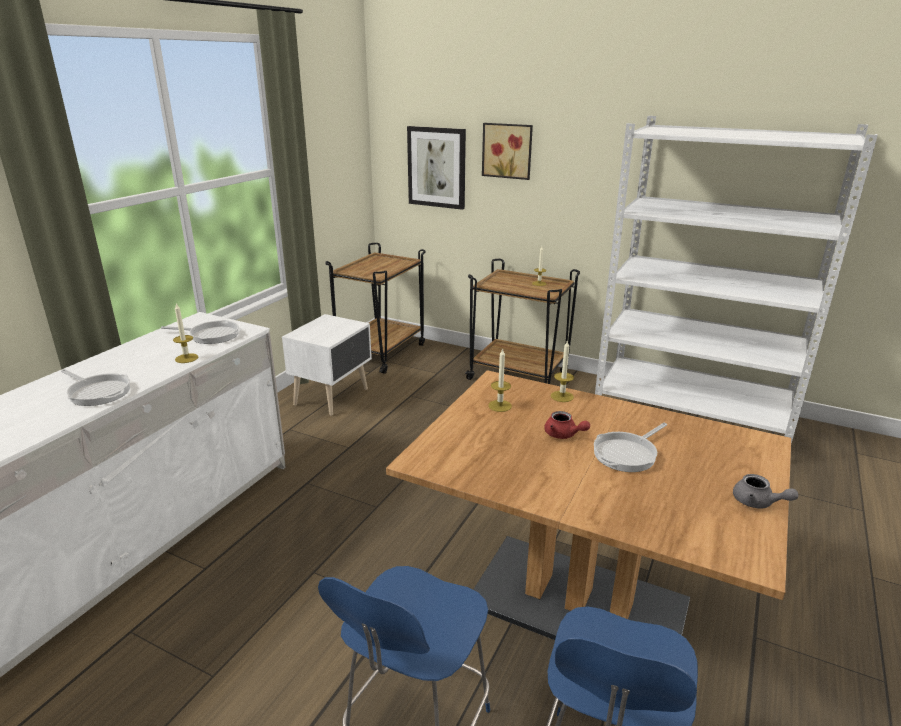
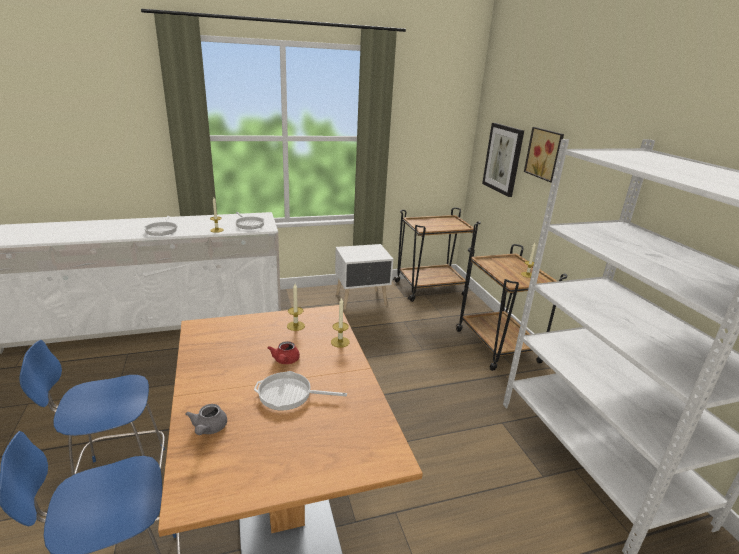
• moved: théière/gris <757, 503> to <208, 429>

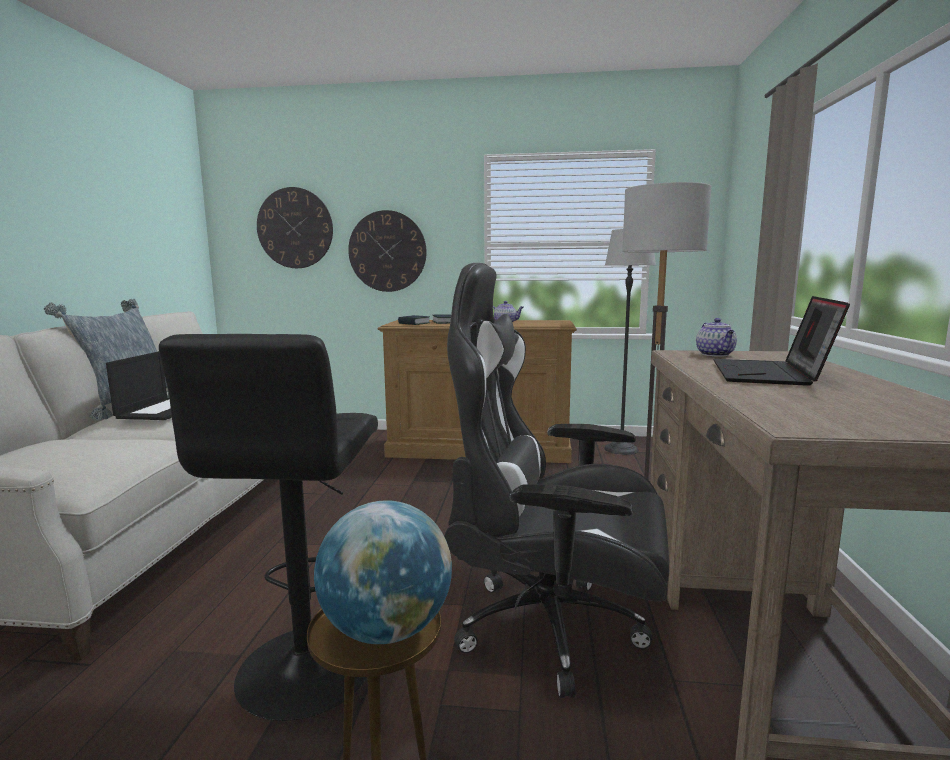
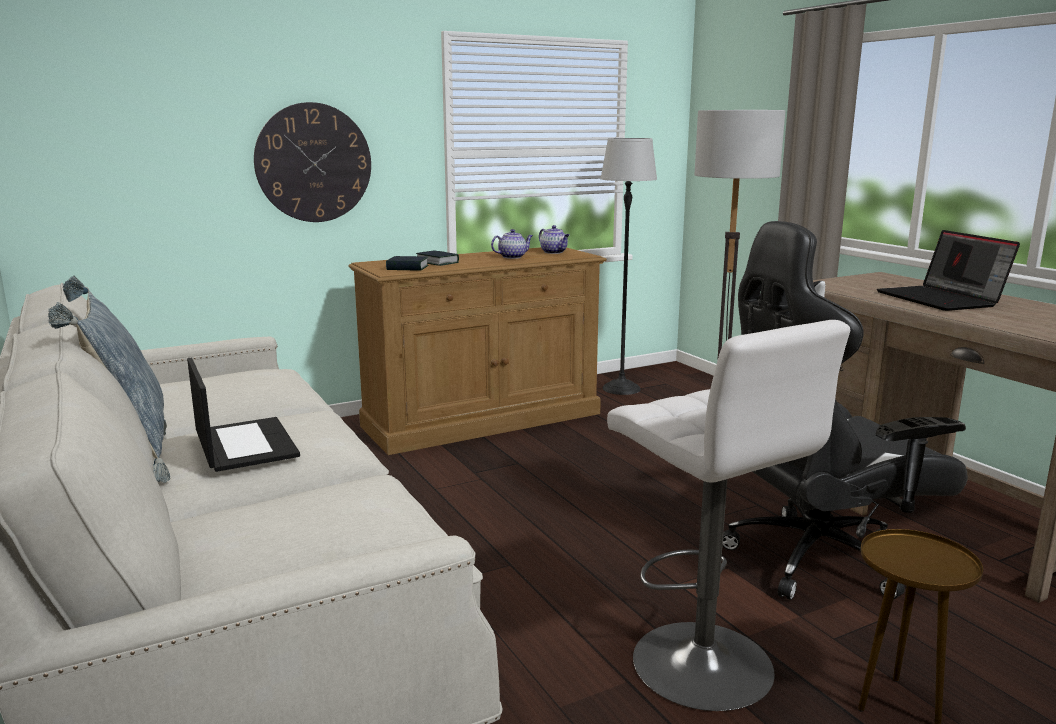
• moved: théière <715, 354> to <554, 252>
• recoloured: tabouret/noir <303, 670> to tabouret/blanc <702, 666>
• removed: horloge murale <295, 228>
• removed: globe <387, 630>

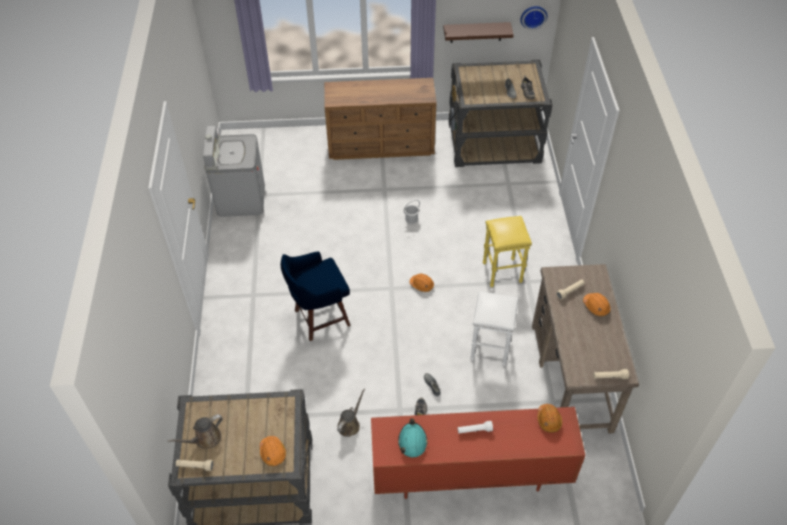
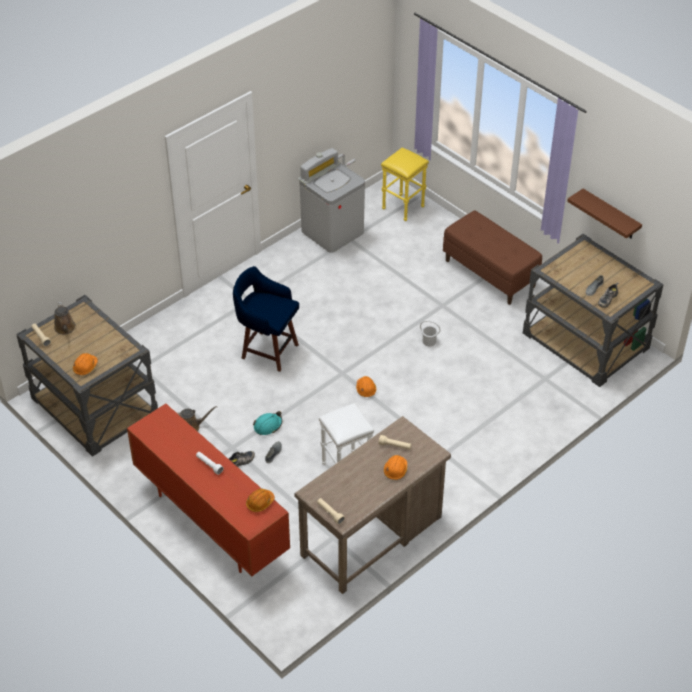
• turned: arrosoir/marron <205, 439> = <65, 329> 120 degrees counterclockwise
• moved: casque de chantier/turquoise <412, 441> to <268, 426>
• moved: tabouret/jaune <501, 273> to <402, 207>
• replaced: commode/marron <381, 145> to banc/marron <490, 273>
• removed: horloge murale <533, 16>

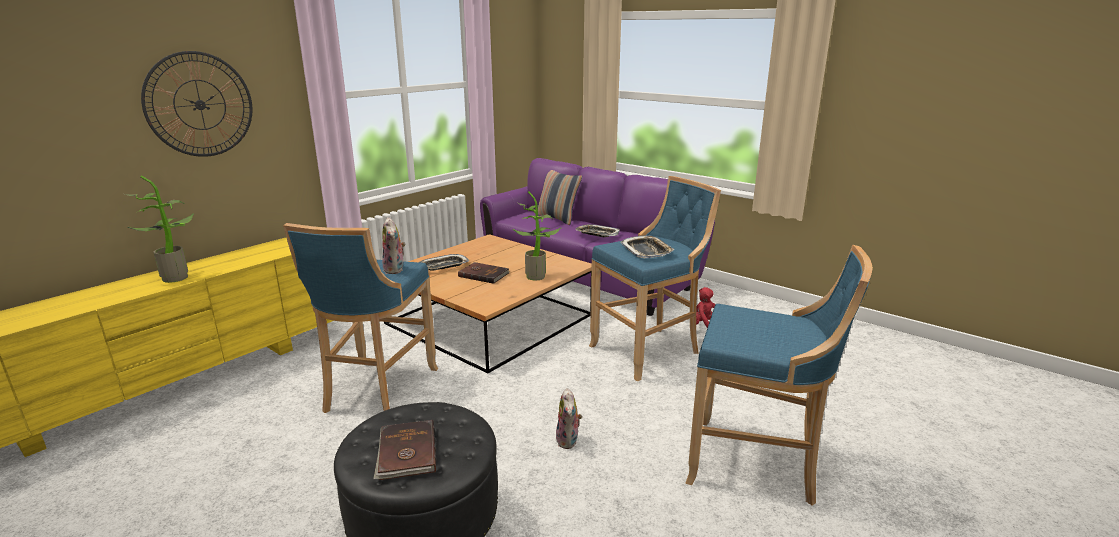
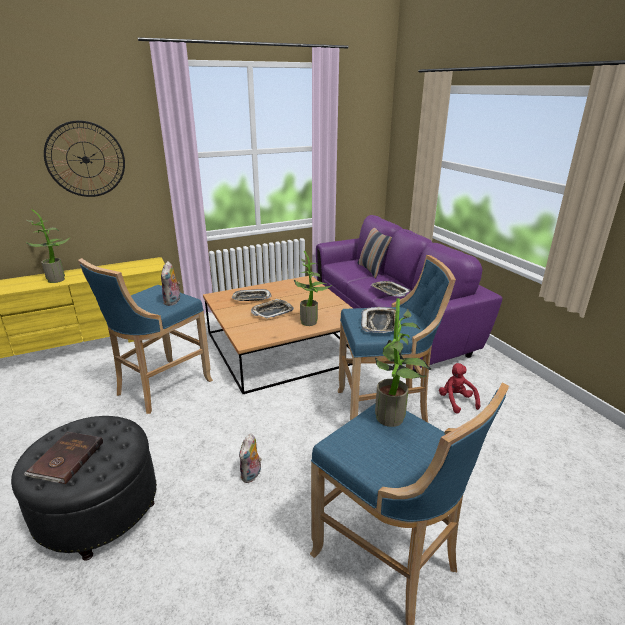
• replaced: livre/marron <483, 274> to plateau <272, 312>
• added: plante en pot <394, 419>

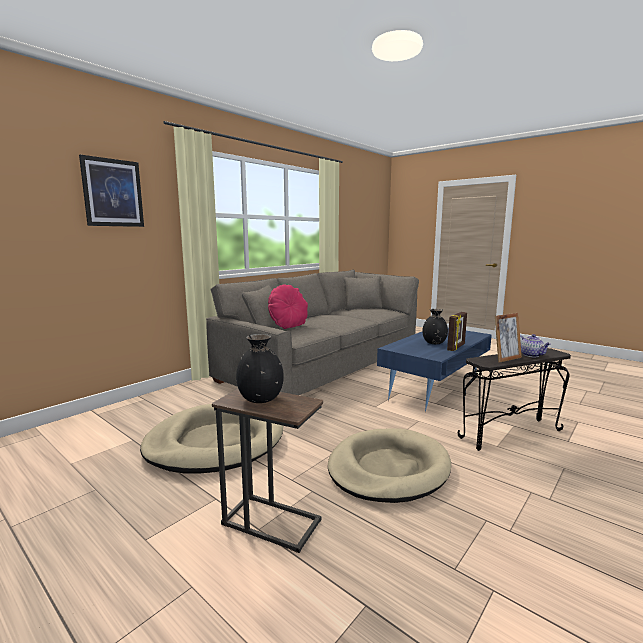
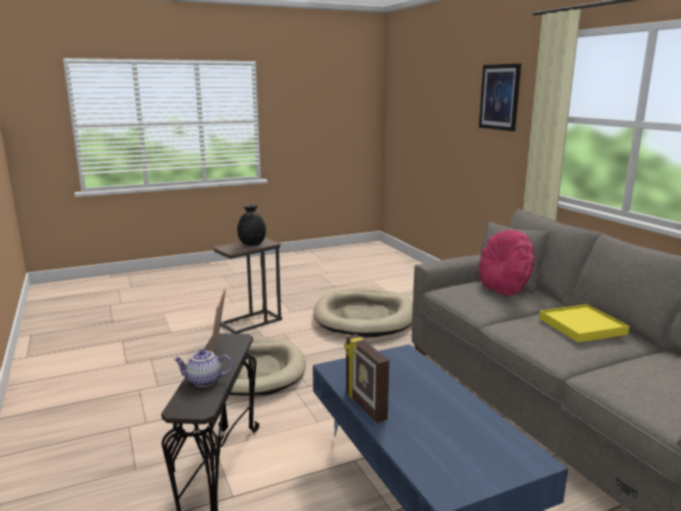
• added: plateau/jaune <582, 326>
• removed: vase/noir <434, 343>

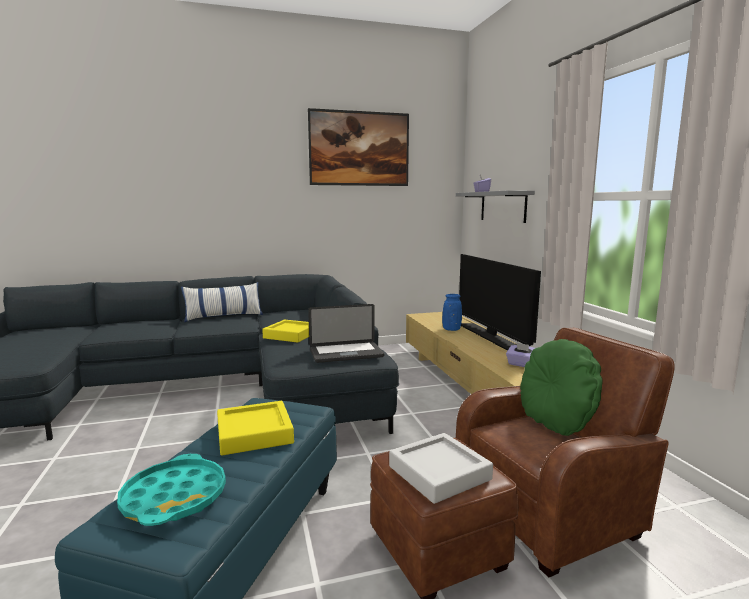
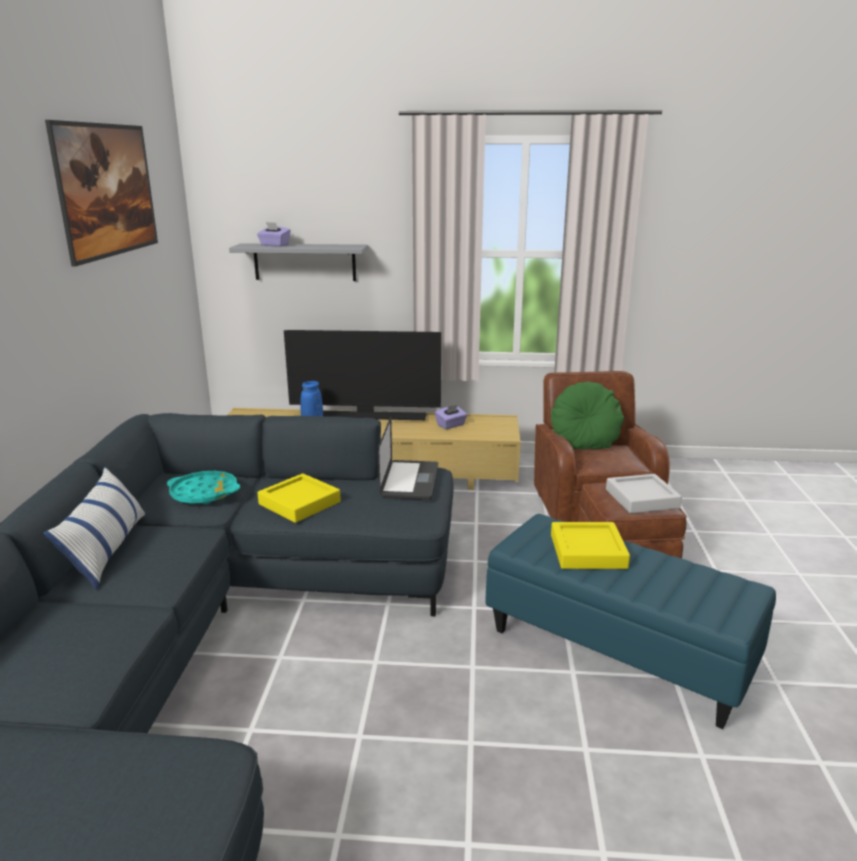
• moved: plateau/turquoise <174, 498> to <204, 493>

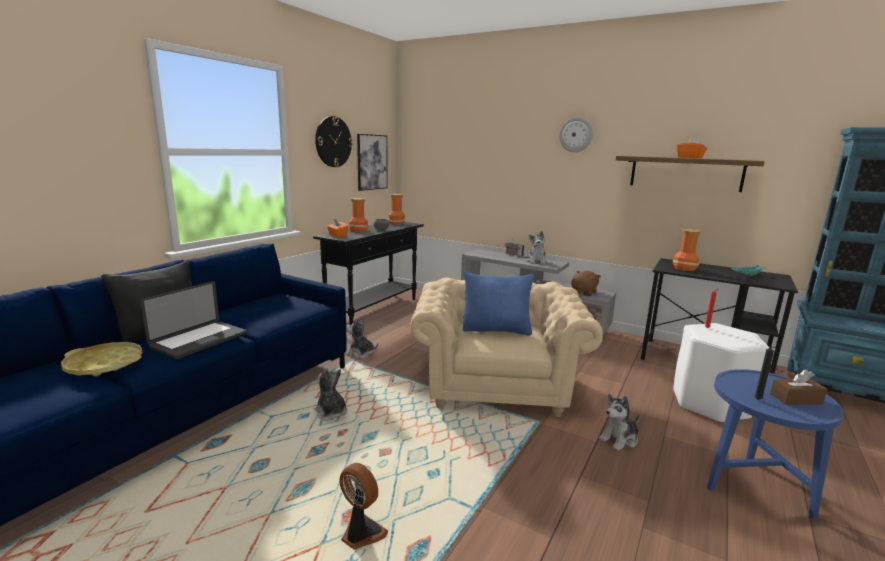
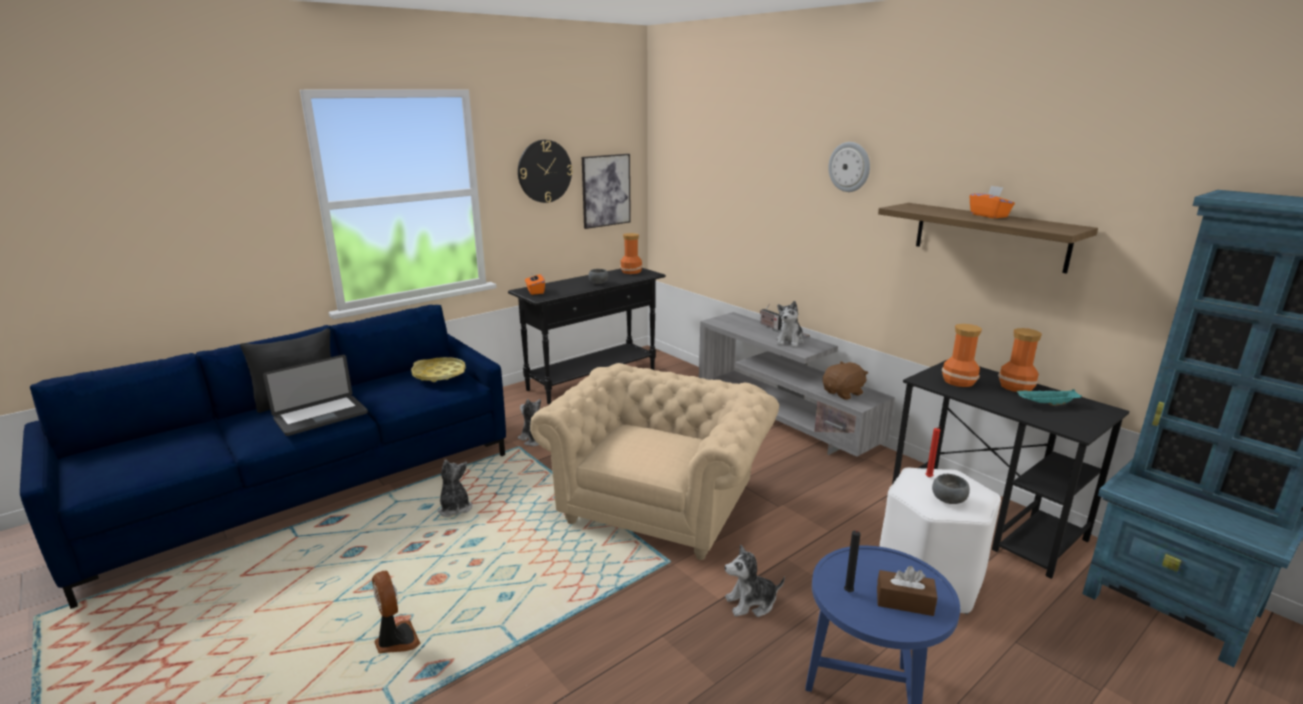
• moved: plateau/jaune <104, 364> to <439, 374>
• added: bol/gris <949, 500>
• moved: vase <358, 230> to <1015, 387>
• removed: coussin/bleu <496, 330>

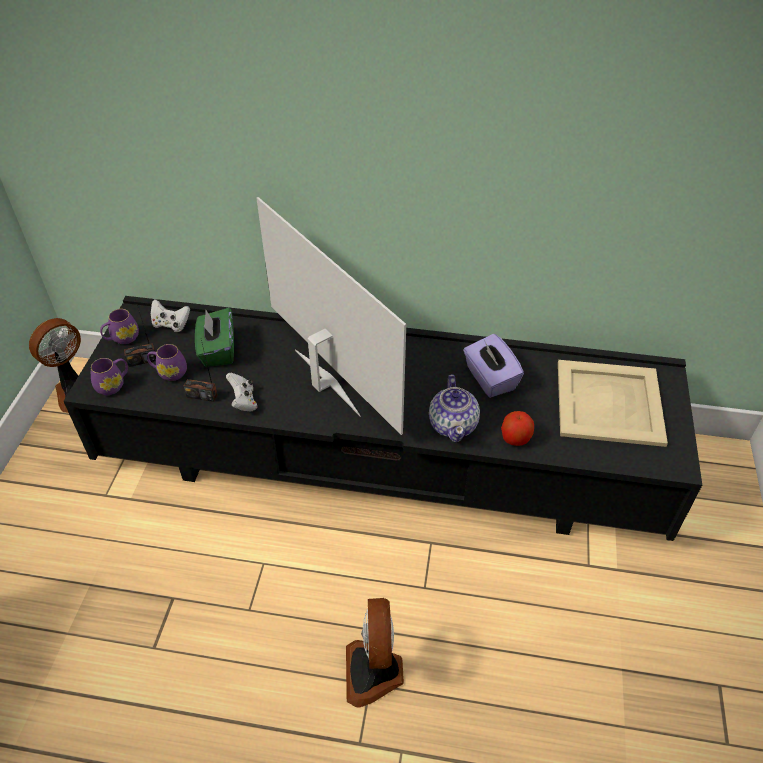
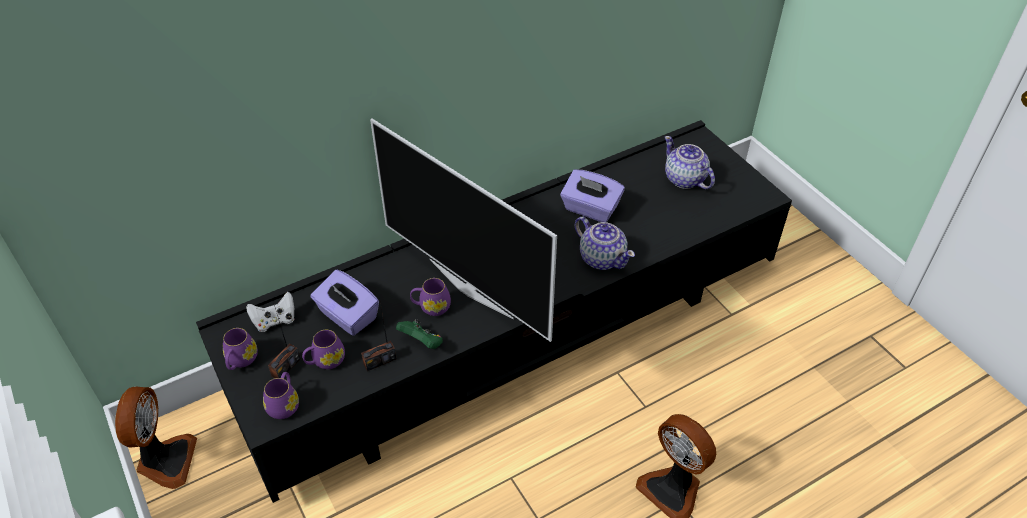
• recoloured: boîte à mouchoirs/vert <218, 350> to boîte à mouchoirs/violet <347, 316>
• turned: téléviseur <324, 383> = <471, 287> 150 degrees counterclockwise
• recoloured: manette/blanc <243, 401> to manette/vert <422, 342>
• added: mug/violet <431, 307>
• replaced: plateau/beige <608, 403> to théière <685, 179>
• removed: pomme <515, 439>

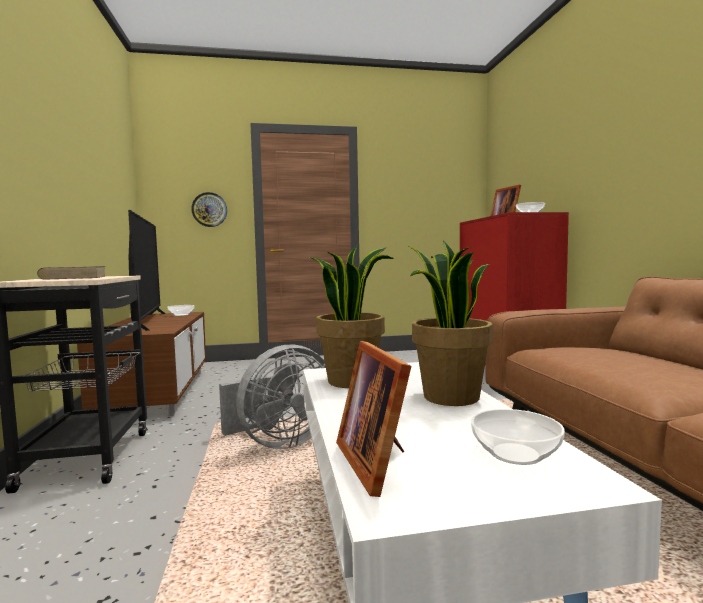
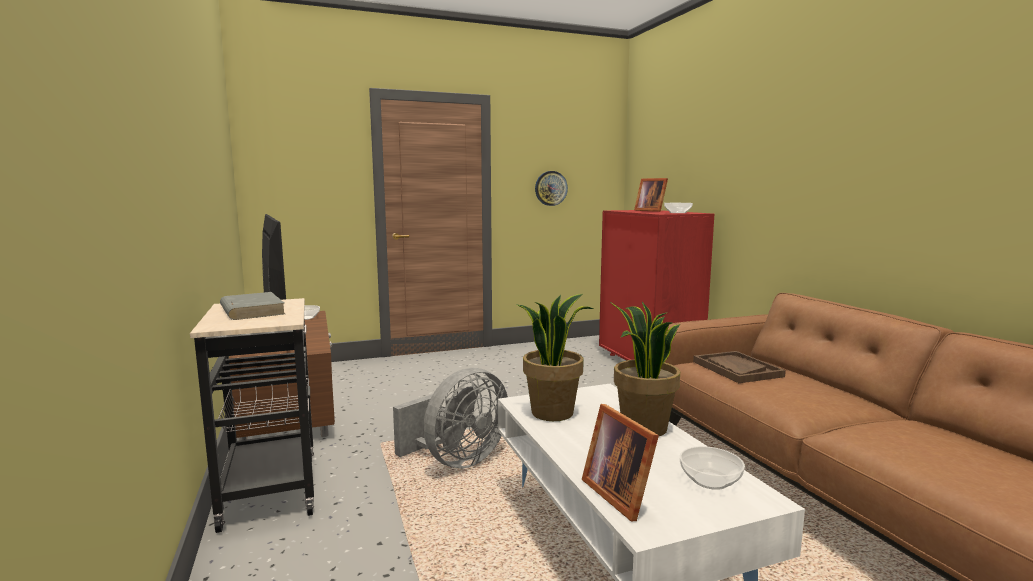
• moved: horloge murale <209, 209> to <551, 188>
• added: plateau/marron <736, 369>

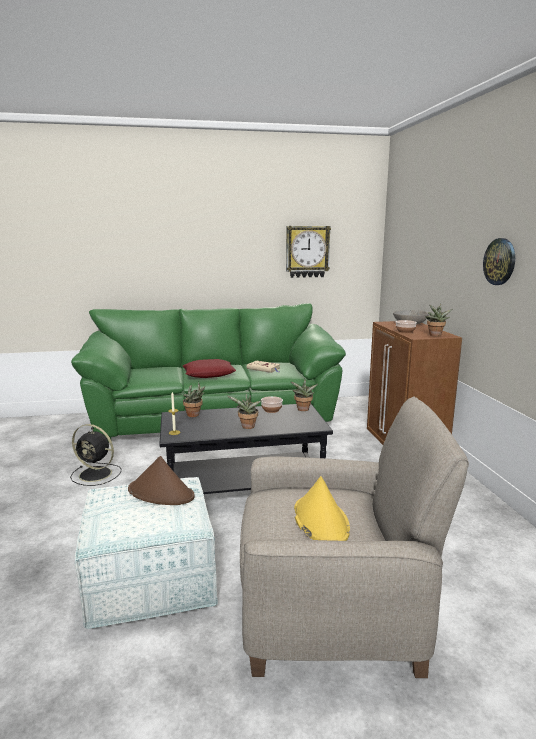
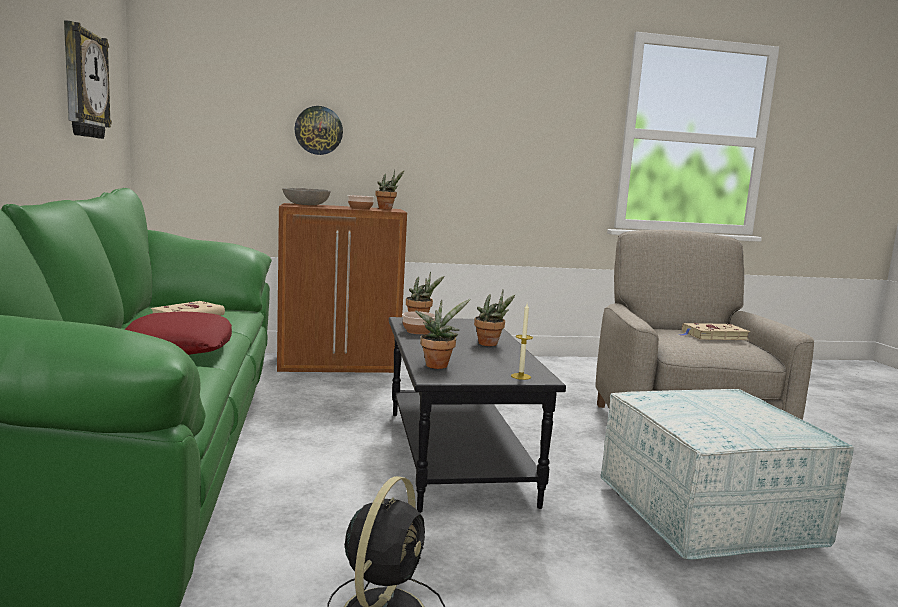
• moved: horloge murale <500, 261> to <318, 130>
• replaced: chapeau/jaune <320, 520> to livre/beige <713, 336>
• removed: chapeau/marron <161, 493>

